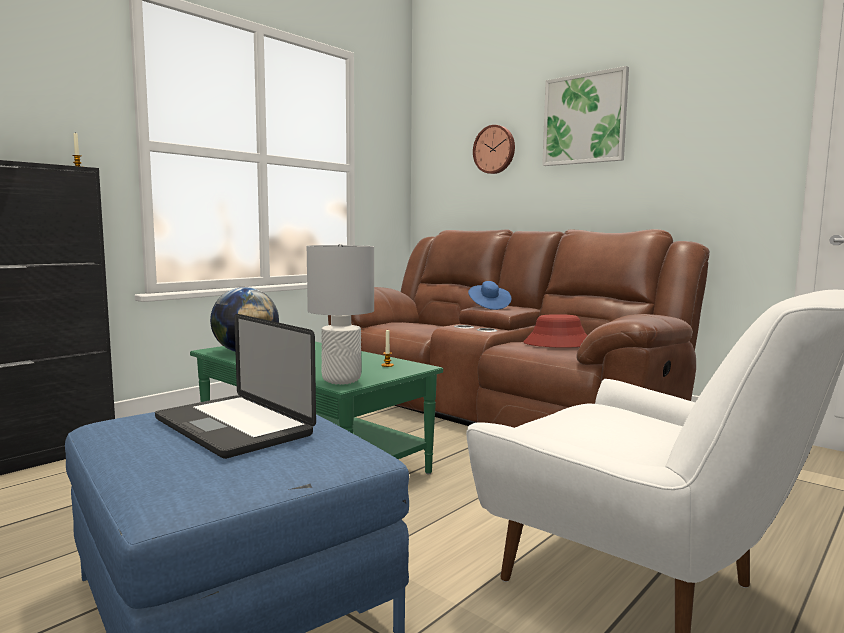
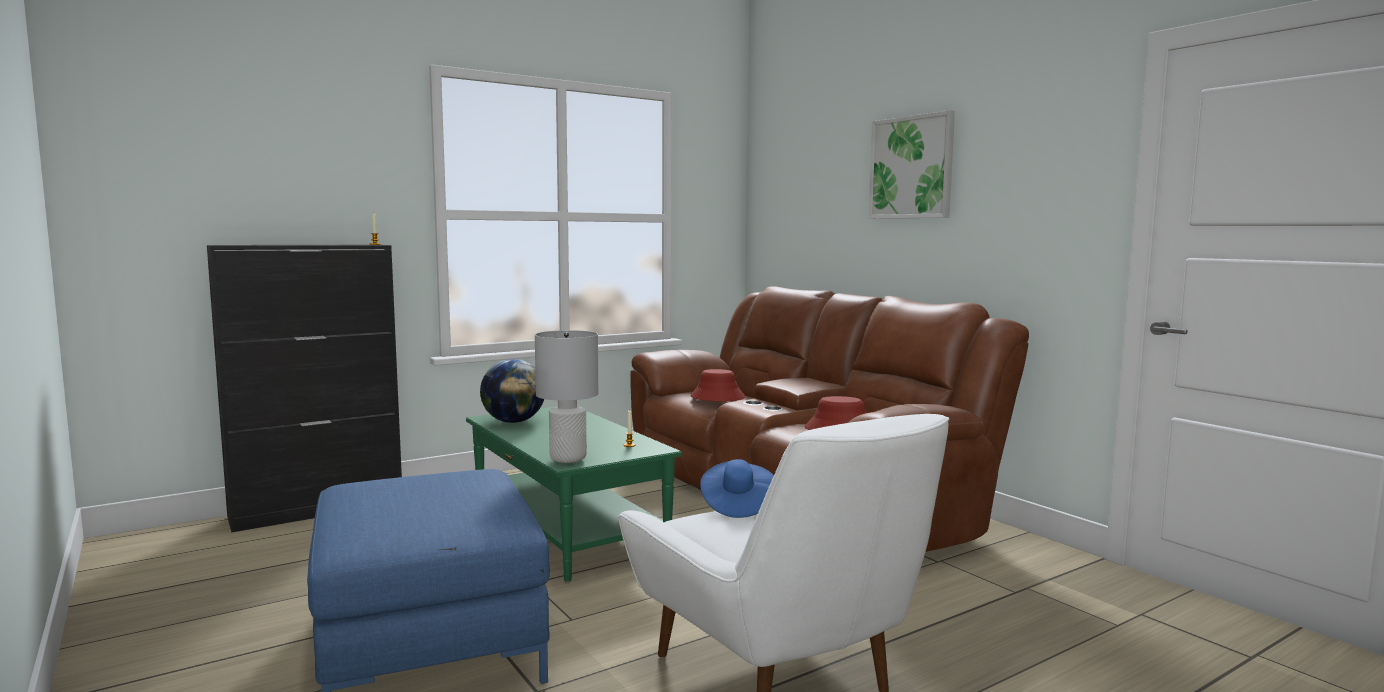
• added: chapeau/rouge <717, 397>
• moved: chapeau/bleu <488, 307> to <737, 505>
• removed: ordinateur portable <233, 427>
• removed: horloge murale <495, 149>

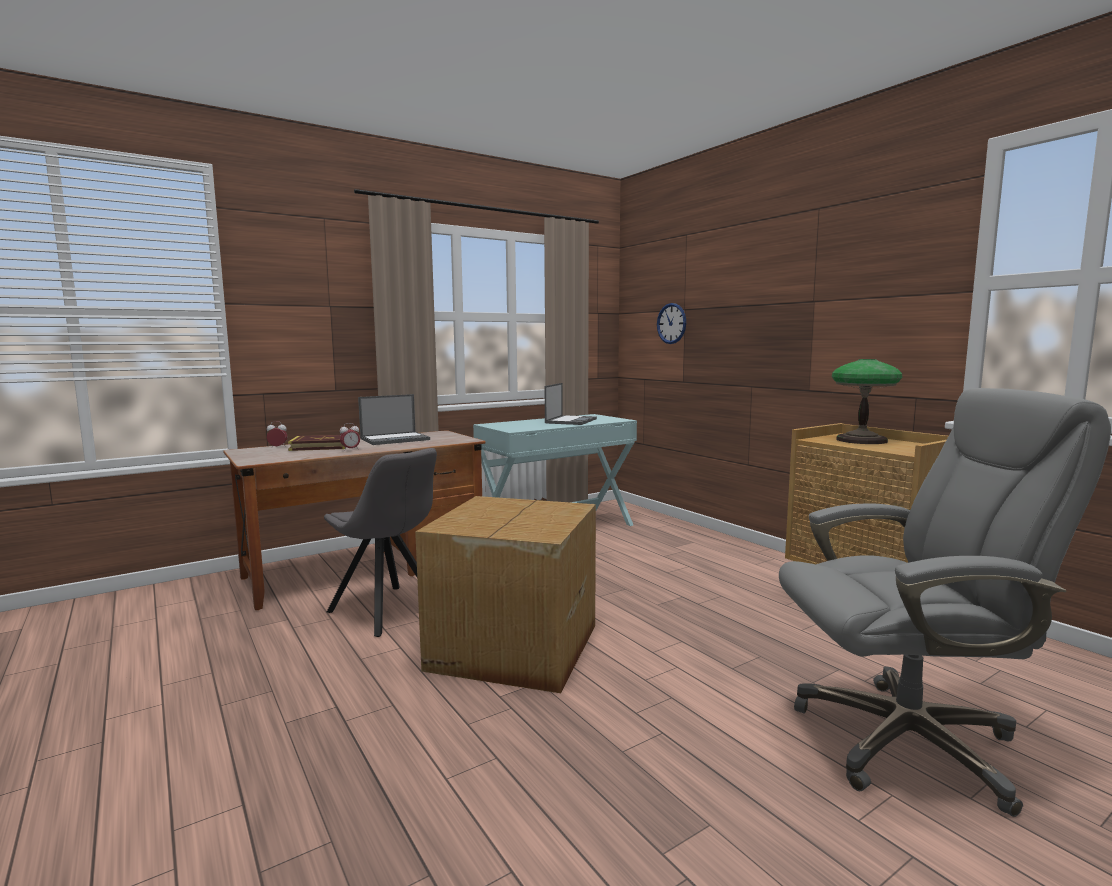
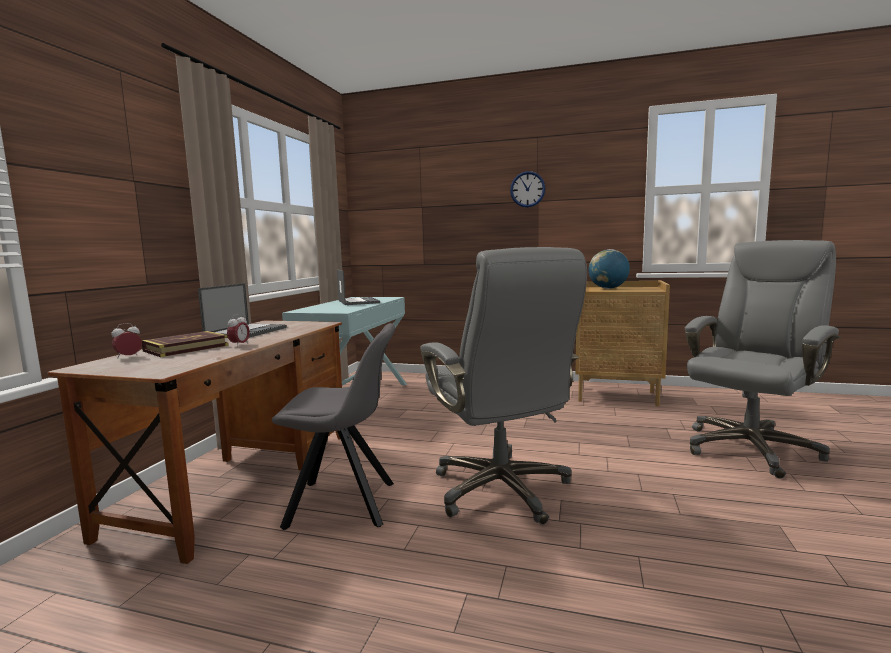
• replaced: carton <511, 647> to chaise de bureau/gris <498, 487>
• moved: horloge murale <671, 323> to <527, 189>
• replaced: lampe de table <861, 440> to globe <608, 288>

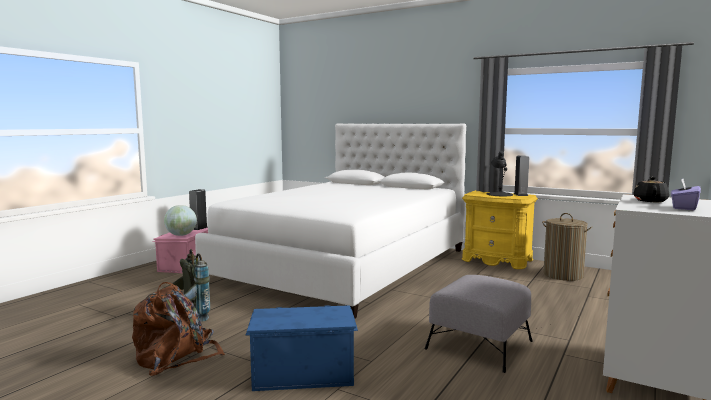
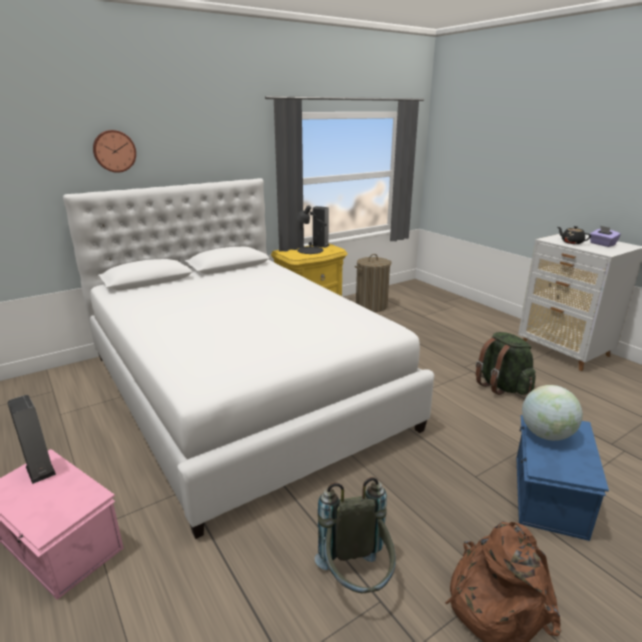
• added: horloge murale <114, 151>
• replaced: pouf/gris <480, 344> to sac à dos/vert <502, 386>
• moved: globe <181, 235> to <546, 434>

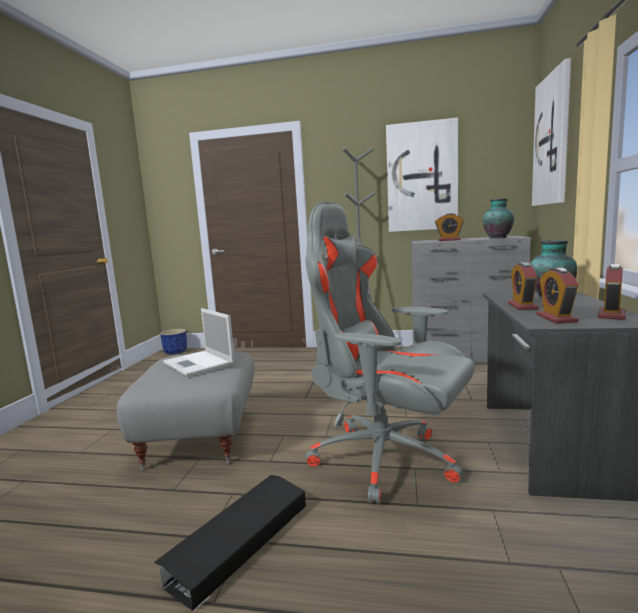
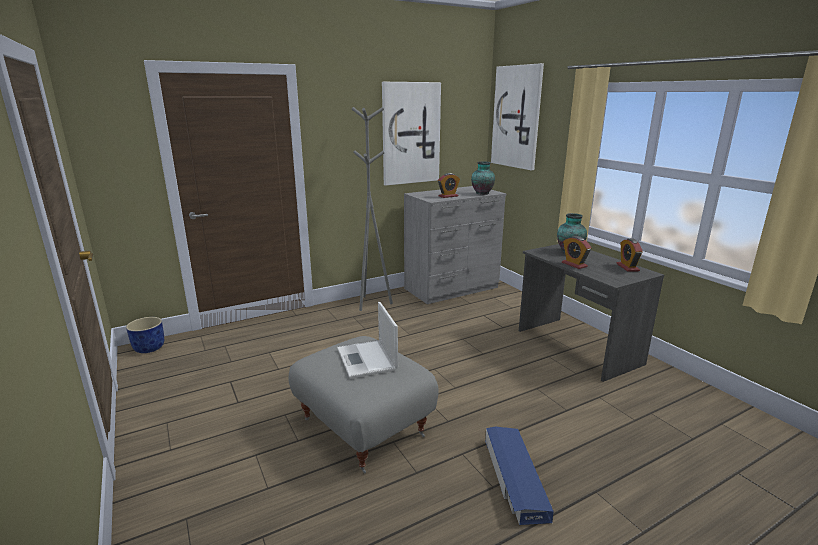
• turned: ordinateur portable <199, 363> = <367, 360> 60 degrees clockwise
• recoloured: boîte de rangement/noir <239, 541> to boîte de rangement/bleu <514, 478>
• removed: chaise de bureau/gris <392, 463>
• removed: réveil <556, 318>

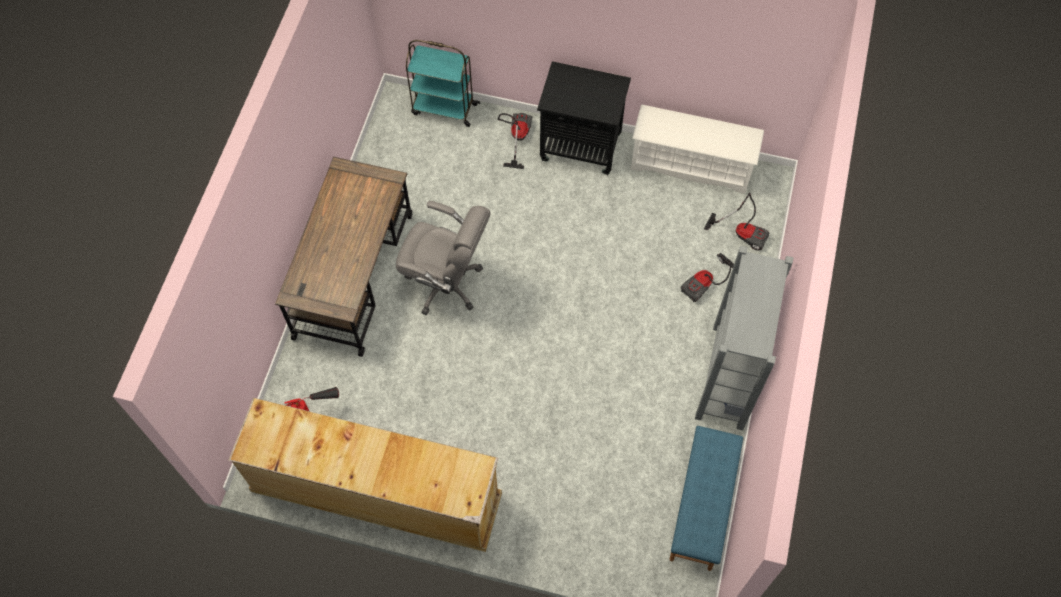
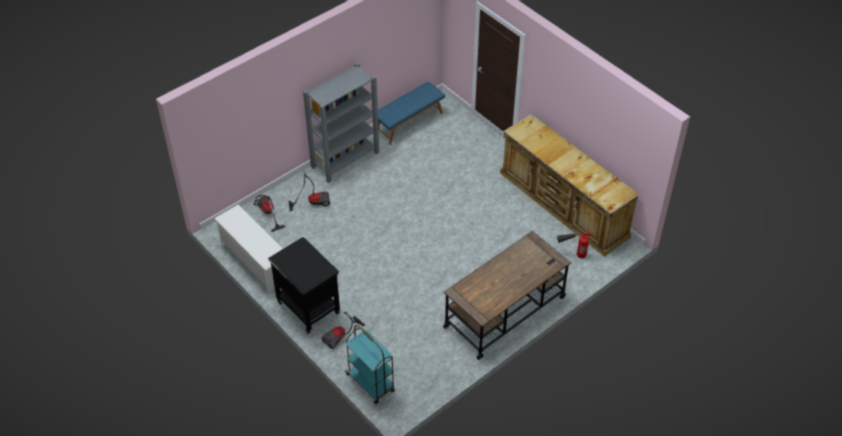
• removed: chaise de bureau/gris <446, 284>

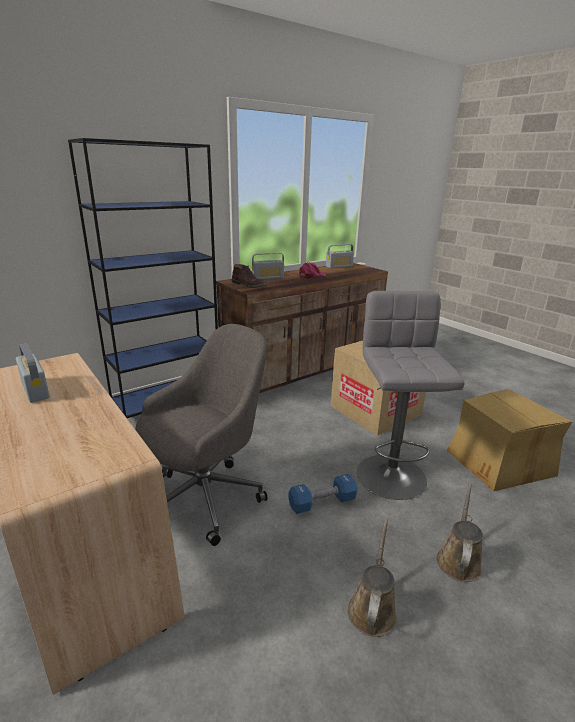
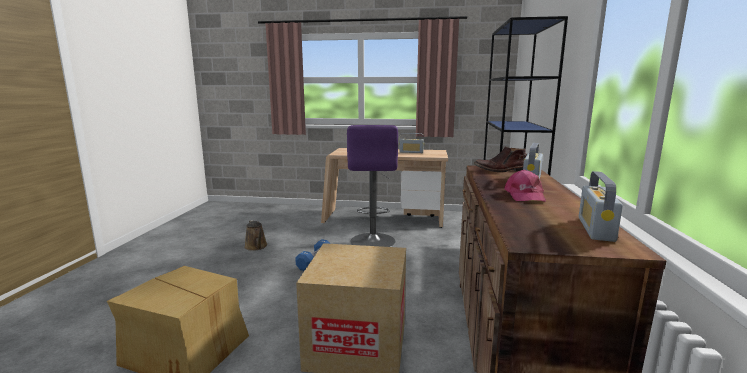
• replaced: chaise de bureau/gris <206, 498> to tabouret/violet <372, 241>
• removed: tabouret/gris <391, 476>
• removed: arrosoir/marron <458, 560>

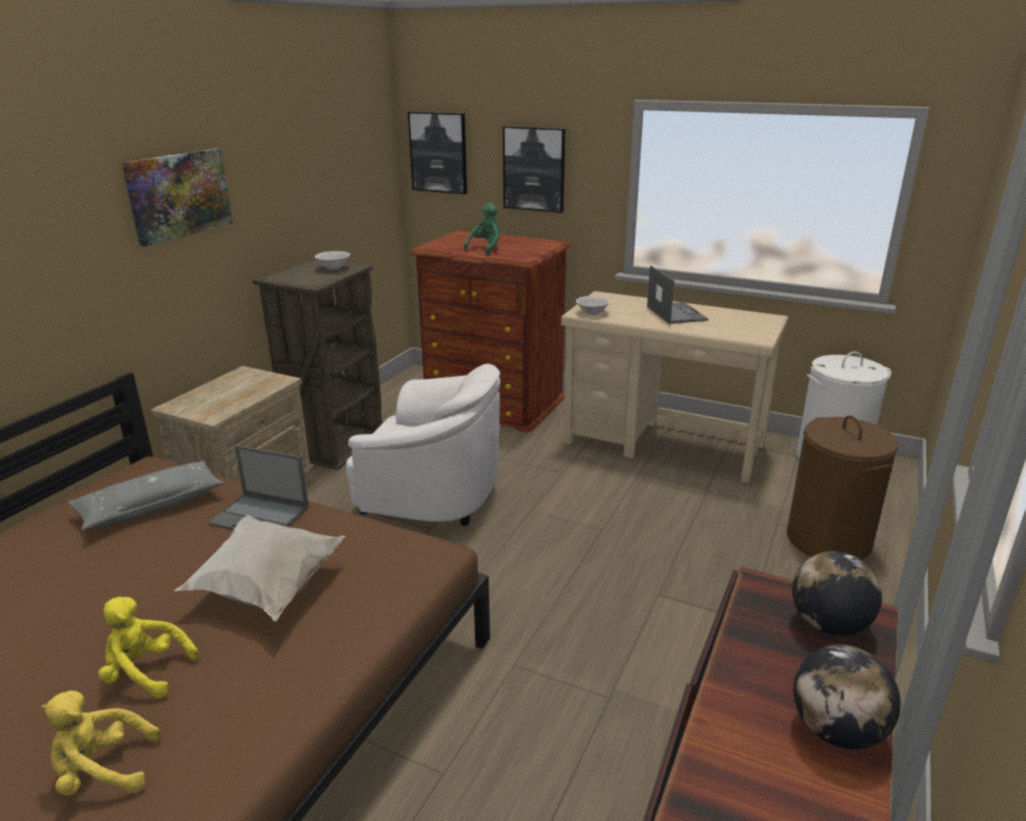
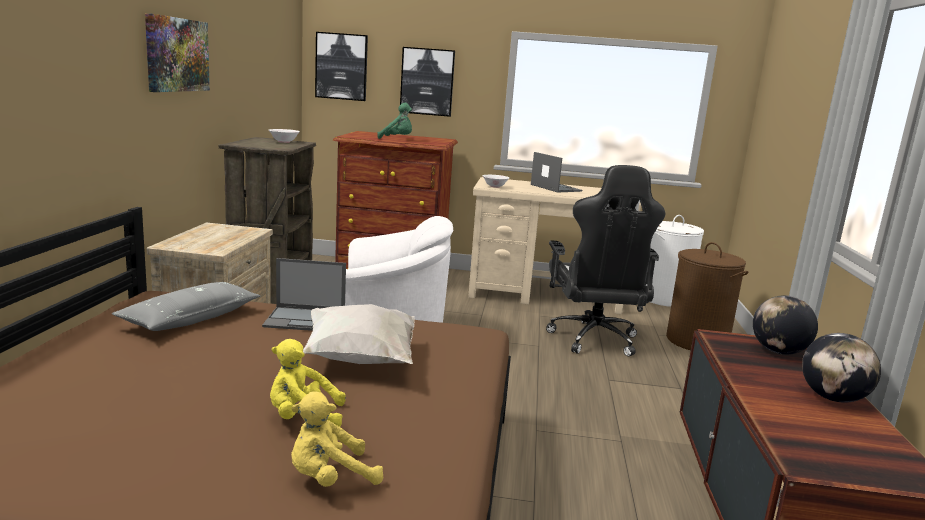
• turned: peluche/vert <486, 248> = <397, 139> 90 degrees clockwise
• added: chaise de bureau/noir <592, 337>

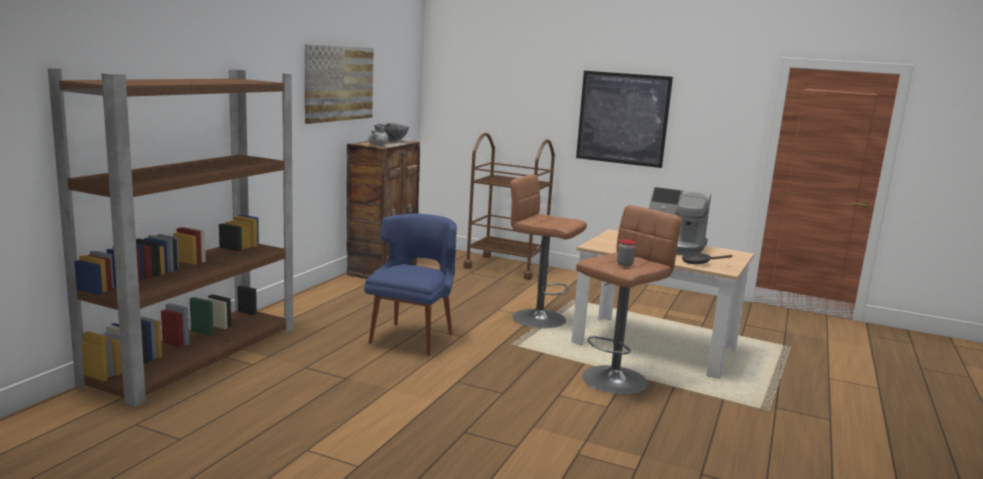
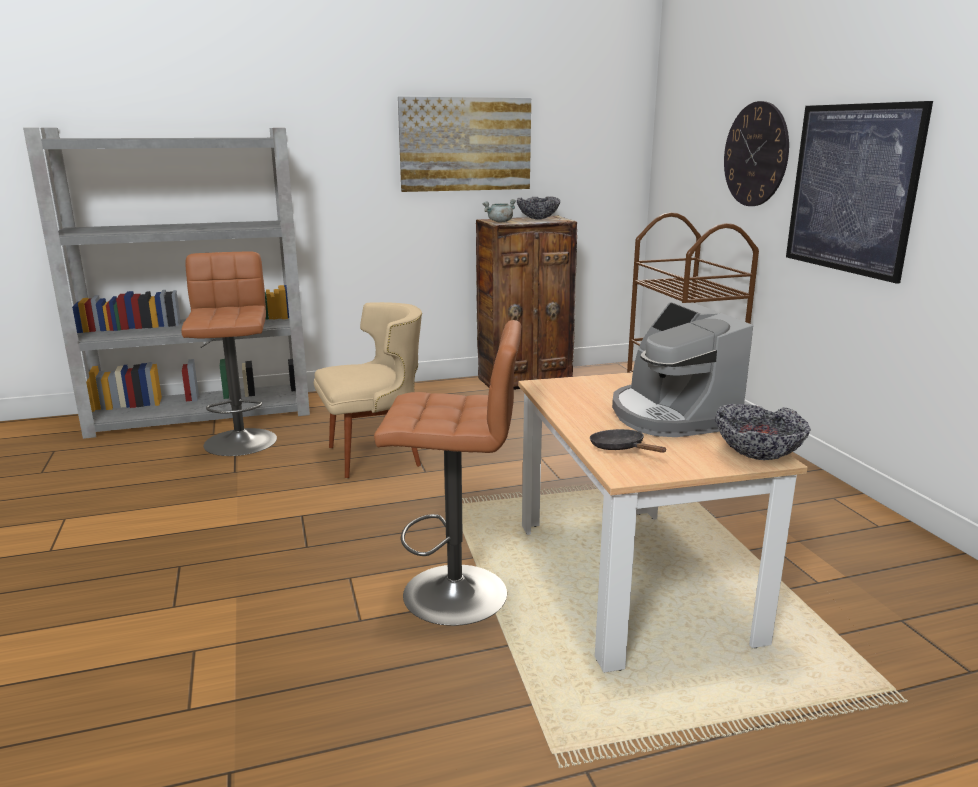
• recoloured: bibliothèque/marron <196, 355> to bibliothèque/gris <202, 414>
• moved: tabouret/marron <538, 318> to <241, 442>
• recoloured: chaise/bleu <411, 339> to chaise/beige <373, 457>
• added: bol <758, 455>
• added: horloge murale <755, 154>
• removed: bocal <624, 264>

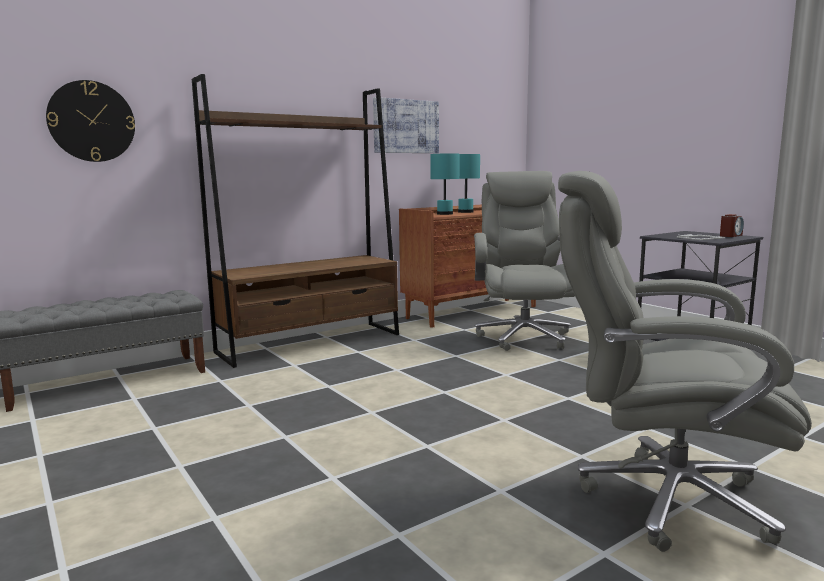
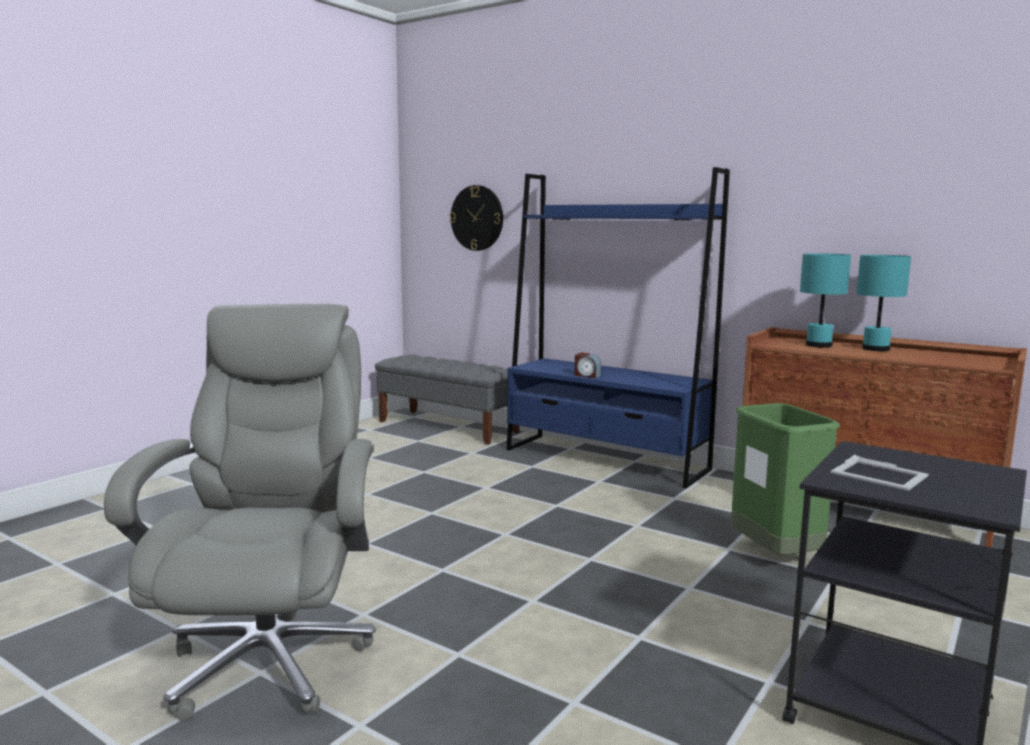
• recoloured: bibliothèque/marron <311, 343> to bibliothèque/bleu <605, 459>
• moved: réveil <730, 235> to <587, 375>
• replaced: chaise de bureau/gris <523, 337> to poubelle/vert <775, 556>
• removed: tableau <406, 126>

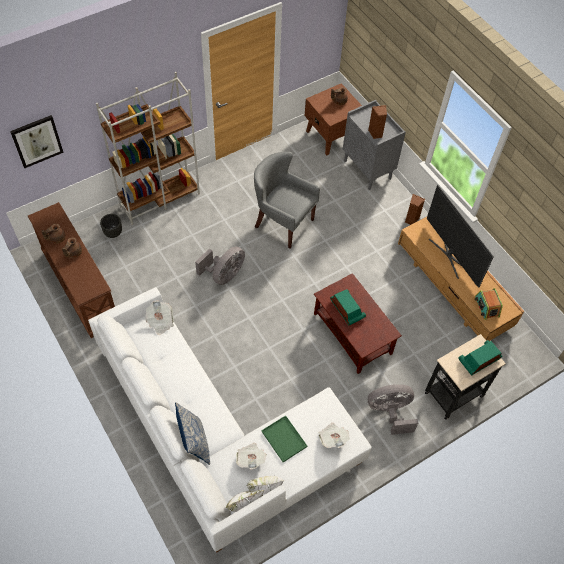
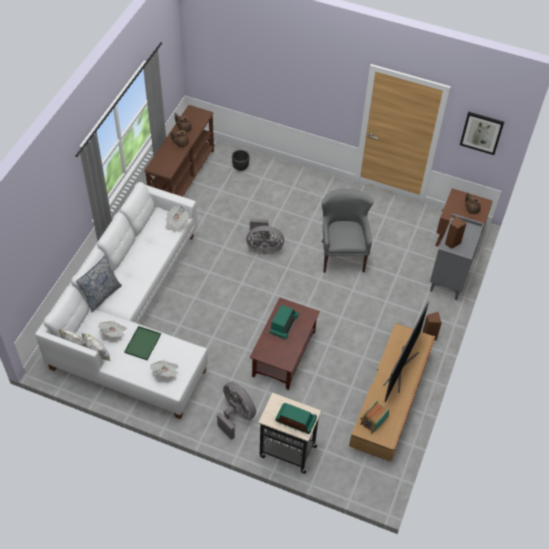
• moved: tableau <37, 141> to <481, 132>
• removed: bibliothèque/marron <160, 200>

